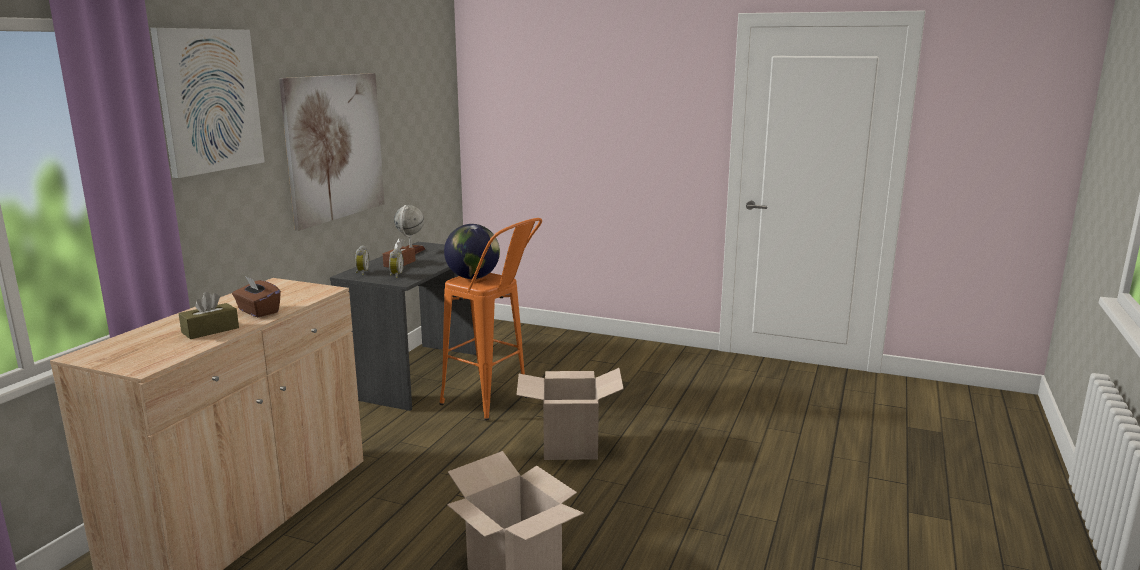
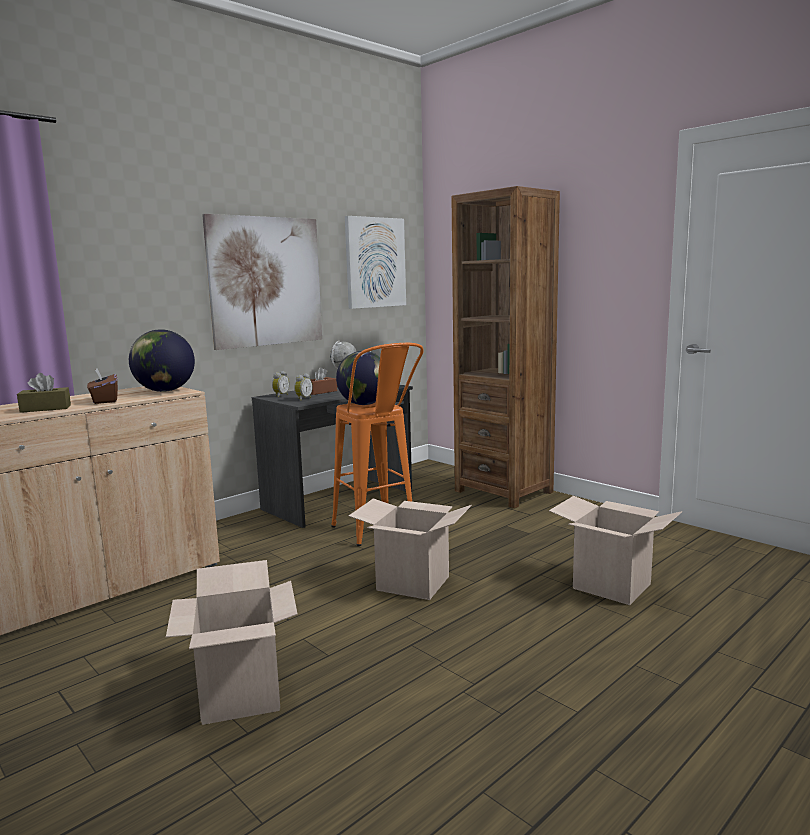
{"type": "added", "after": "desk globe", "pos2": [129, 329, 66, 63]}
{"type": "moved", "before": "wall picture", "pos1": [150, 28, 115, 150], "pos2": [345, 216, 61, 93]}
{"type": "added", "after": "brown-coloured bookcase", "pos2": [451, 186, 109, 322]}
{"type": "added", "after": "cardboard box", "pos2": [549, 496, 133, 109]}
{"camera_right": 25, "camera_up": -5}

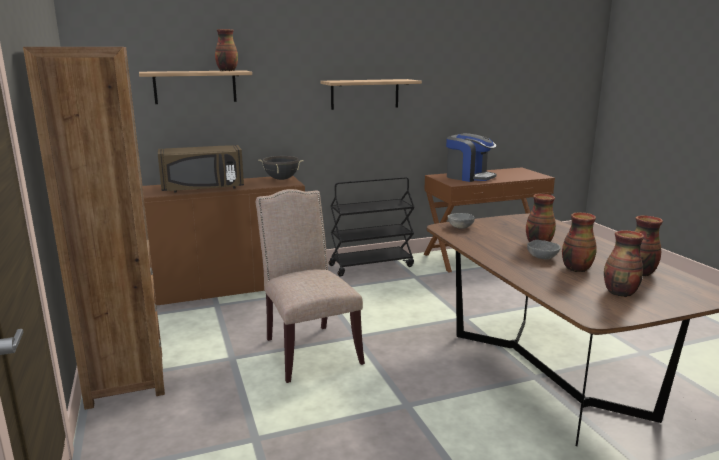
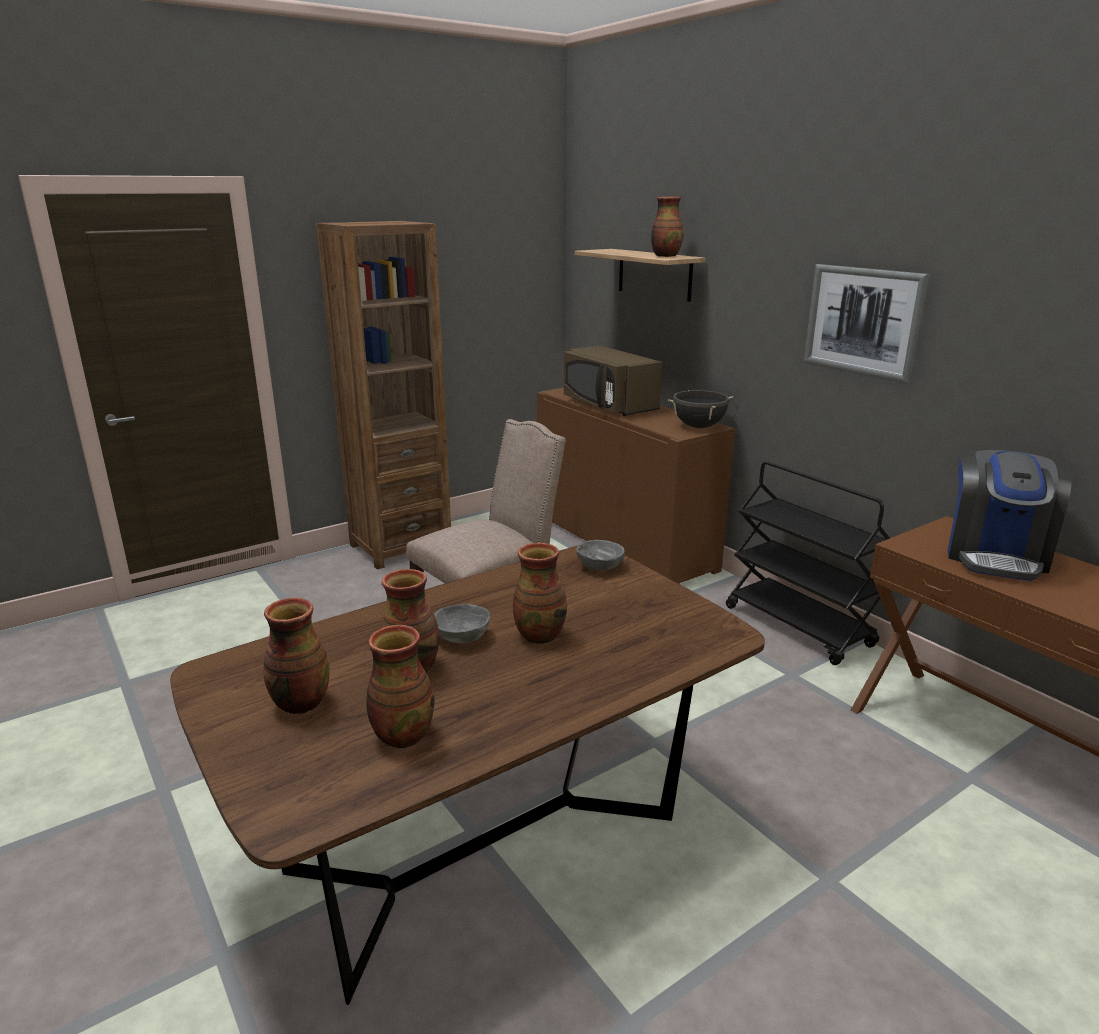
{"type": "replaced", "before": "shelf", "after": "wall picture", "pos1": [320, 79, 102, 31], "pos2": [804, 264, 126, 120]}
{"camera_right": 75, "camera_up": 5}

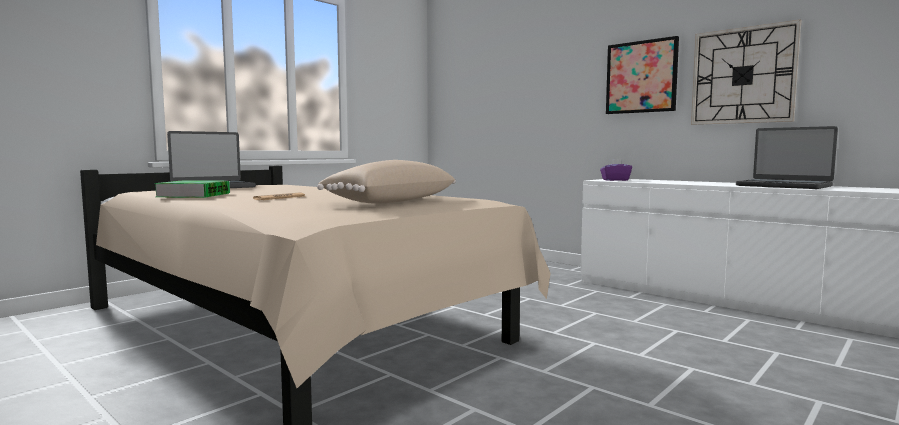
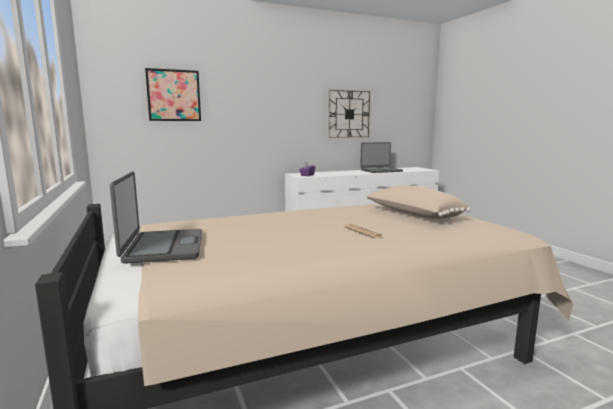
{"type": "moved", "before": "wall picture", "pos1": [606, 36, 73, 78], "pos2": [145, 68, 56, 53]}
{"type": "removed", "before": "book", "pos1": [154, 180, 76, 18]}
{"camera_right": -65, "camera_up": 5}

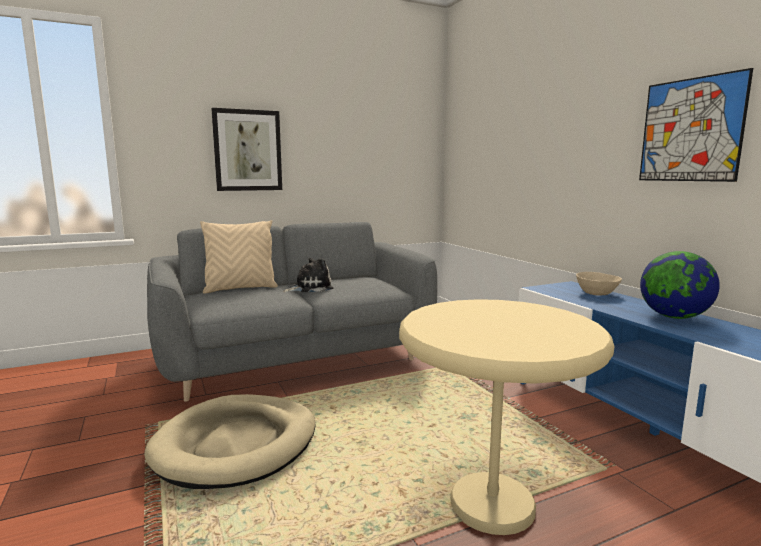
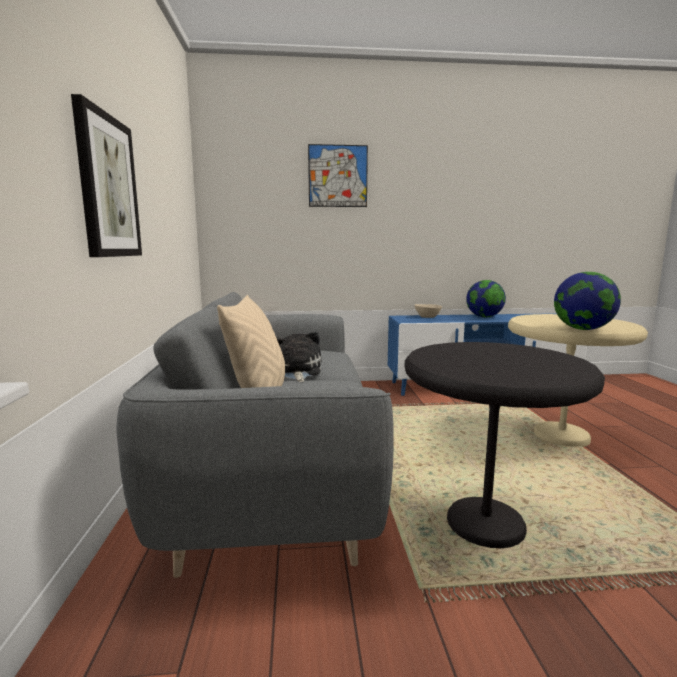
{"type": "moved", "before": "wall picture", "pos1": [639, 68, 114, 114], "pos2": [308, 144, 60, 63]}
{"type": "replaced", "before": "beige-coloured pet bed", "after": "blackish side table", "pos1": [144, 394, 171, 95], "pos2": [405, 342, 200, 206]}
{"type": "added", "after": "desk globe", "pos2": [554, 272, 67, 58]}
{"camera_right": -70, "camera_up": 0}

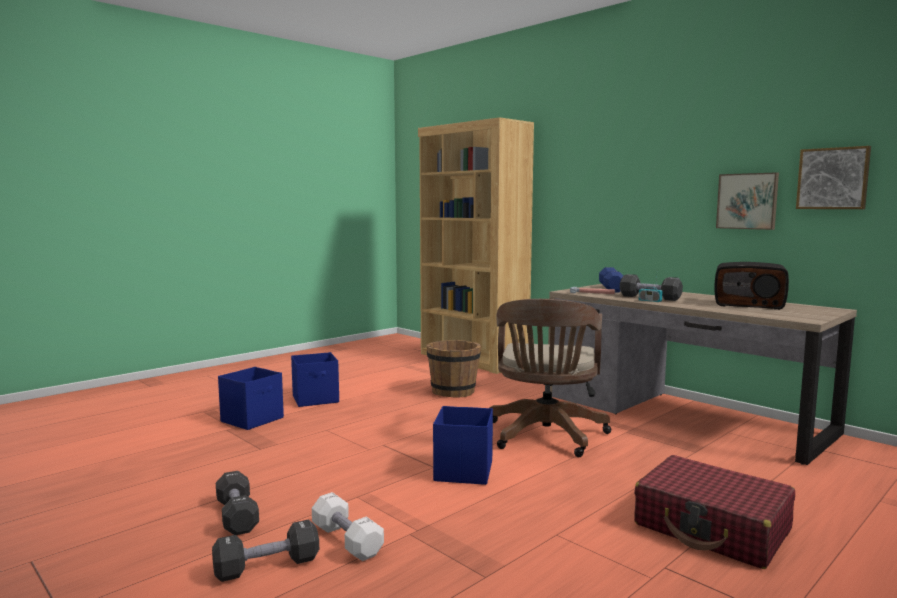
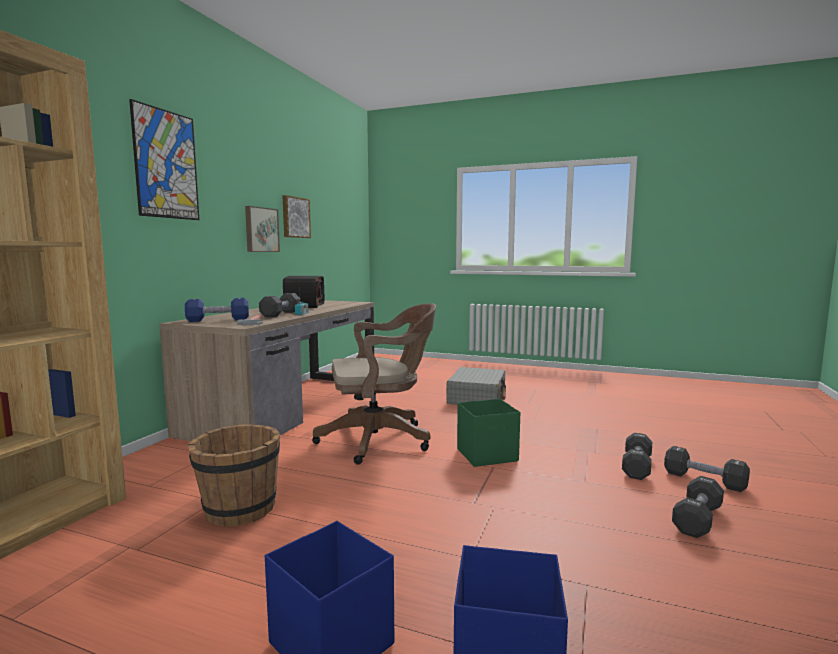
{"type": "added", "after": "wall picture", "pos2": [129, 99, 71, 121]}
{"type": "recoloured", "before": "red travel case", "after": "greyish travel case", "pos1": [634, 455, 161, 114], "pos2": [446, 367, 60, 38]}
{"type": "recoloured", "before": "blue-coloured storage container", "after": "green-coloured storage container", "pos1": [433, 406, 60, 79], "pos2": [457, 399, 63, 68]}
{"type": "recoloured", "before": "white-coloured free weight", "after": "blackish free weight", "pos1": [312, 492, 72, 69], "pos2": [622, 433, 30, 47]}
{"camera_right": -115, "camera_up": 0}

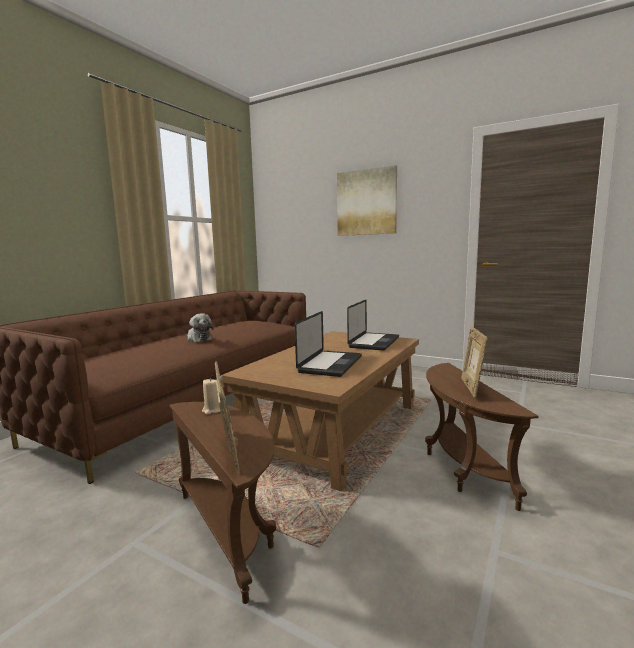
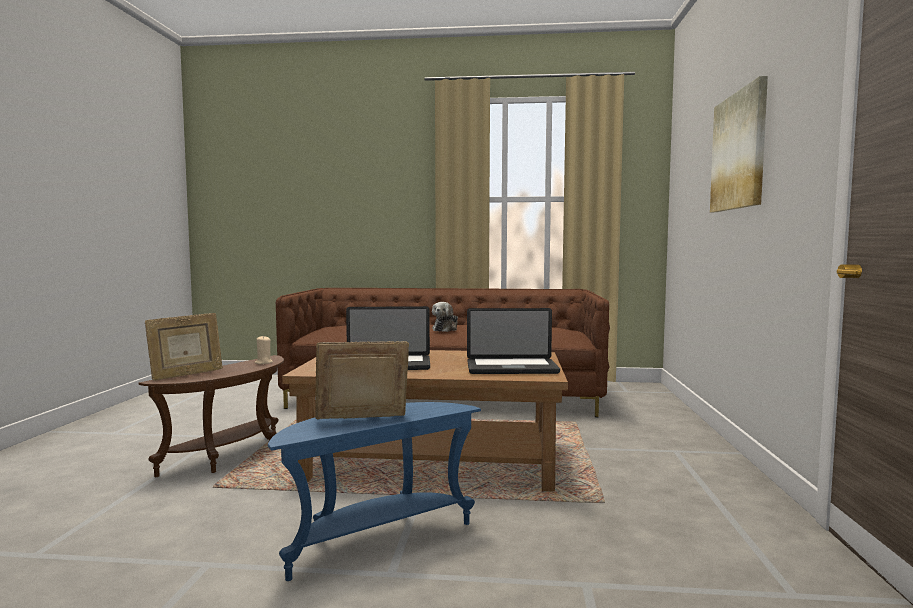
{"type": "recoloured", "before": "brown-coloured side table", "after": "blue-coloured side table", "pos1": [425, 363, 114, 148], "pos2": [268, 402, 213, 179]}
{"camera_right": 65, "camera_up": -5}

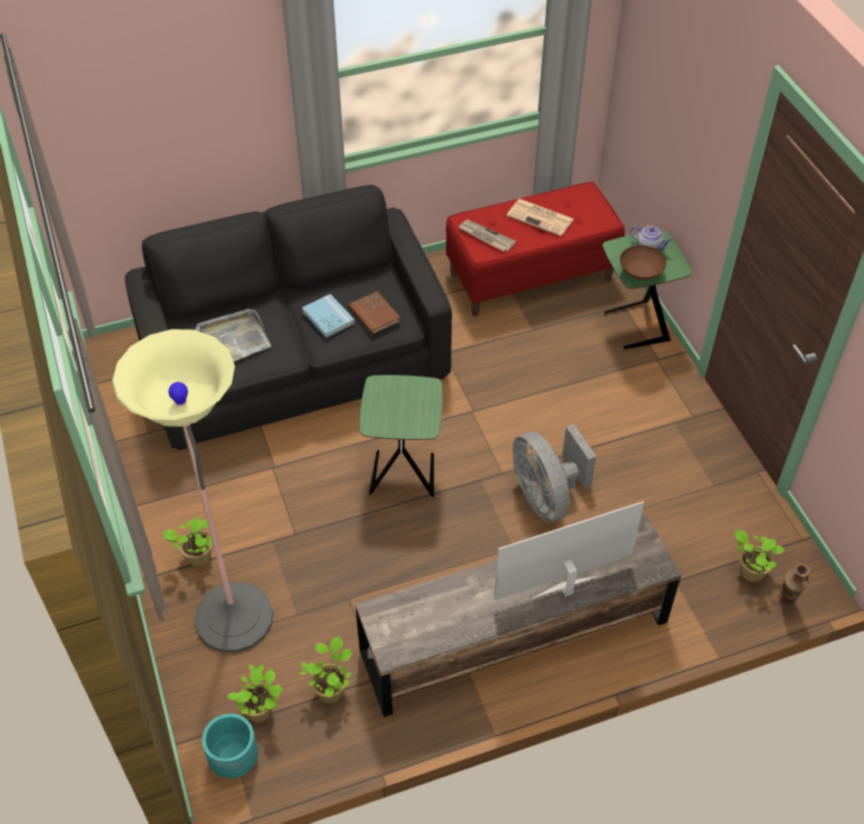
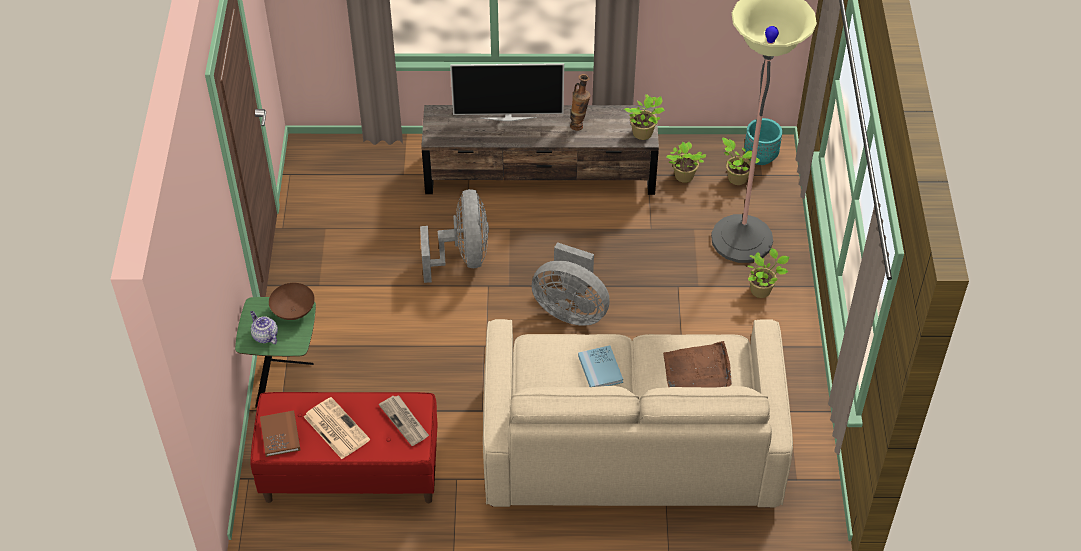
{"type": "moved", "before": "brown-coloured book", "pos1": [349, 291, 52, 44], "pos2": [260, 410, 41, 47]}
{"type": "recoloured", "before": "blackish settee", "after": "beige-coloured settee", "pos1": [125, 185, 327, 265], "pos2": [483, 319, 310, 189]}
{"type": "replaced", "before": "green-coloured side table", "after": "greyish cooling fan", "pos1": [360, 375, 83, 123], "pos2": [531, 242, 79, 84]}
{"type": "moved", "before": "vase", "pos1": [778, 563, 32, 44], "pos2": [570, 74, 21, 57]}
{"type": "moved", "before": "potted plant", "pos1": [734, 530, 50, 52], "pos2": [624, 94, 41, 46]}
{"type": "recoloured", "before": "greyish tray", "after": "brown-coloured tray", "pos1": [195, 309, 76, 53], "pos2": [663, 341, 69, 47]}
{"camera_right": -160, "camera_up": 0}

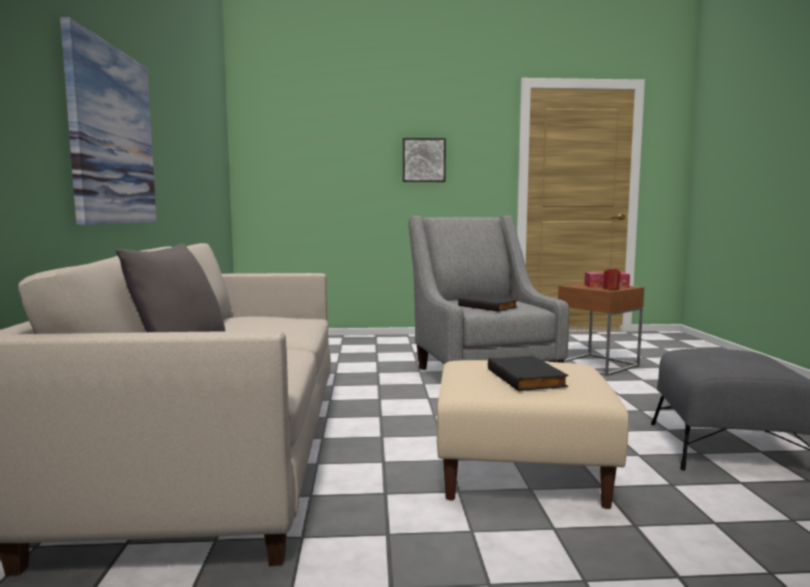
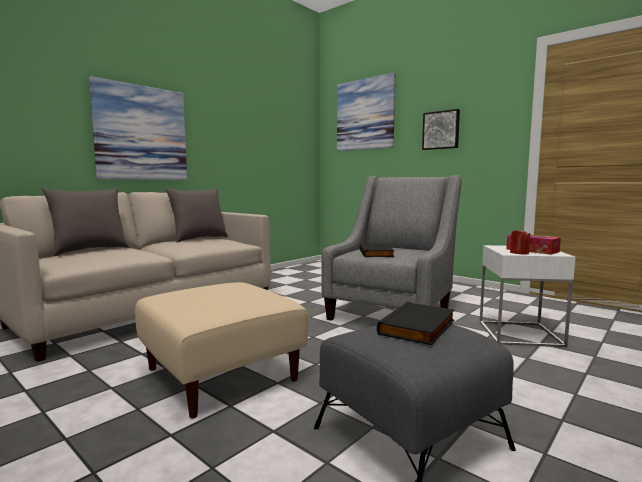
{"type": "added", "after": "greyish throw pillow", "pos2": [165, 189, 63, 53]}
{"type": "added", "after": "wall picture", "pos2": [337, 73, 58, 78]}
{"type": "moved", "before": "blackish book", "pos1": [488, 356, 80, 35], "pos2": [377, 302, 78, 43]}
{"type": "recoloured", "before": "brown-coloured side table", "after": "white-coloured side table", "pos1": [558, 283, 86, 93], "pos2": [480, 245, 96, 102]}
{"camera_right": 45, "camera_up": 0}

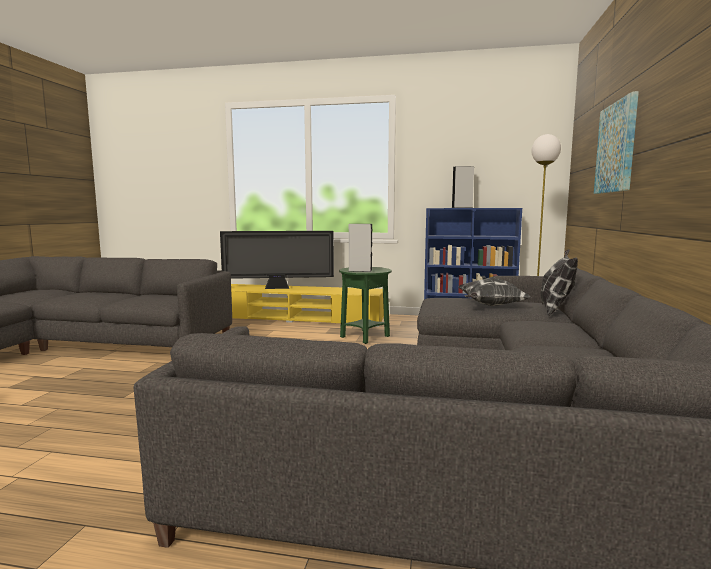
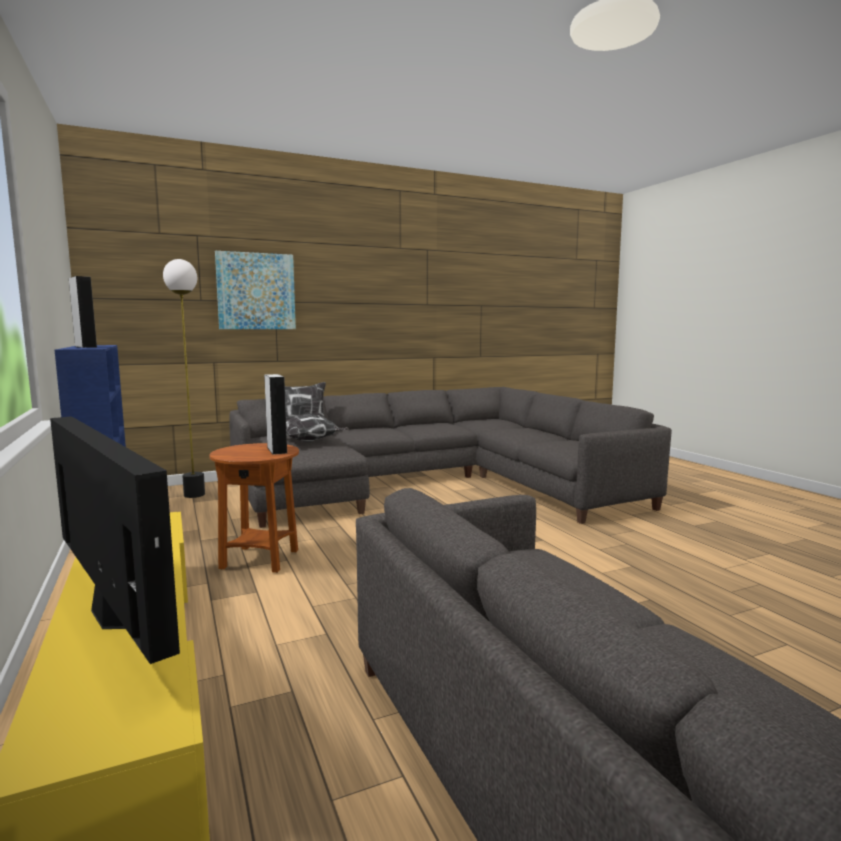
{"type": "recoloured", "before": "green-coloured side table", "after": "brown-coloured side table", "pos1": [339, 267, 53, 77], "pos2": [209, 443, 90, 130]}
{"camera_right": -125, "camera_up": 0}

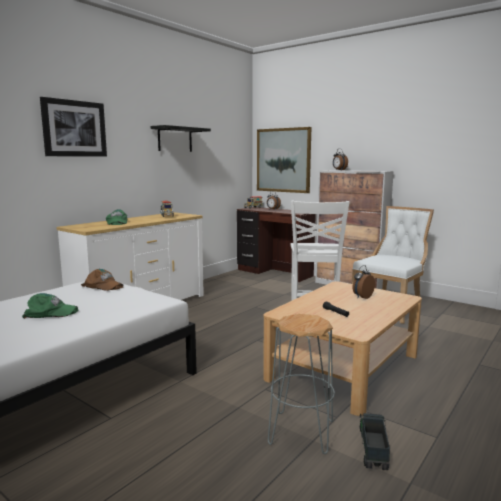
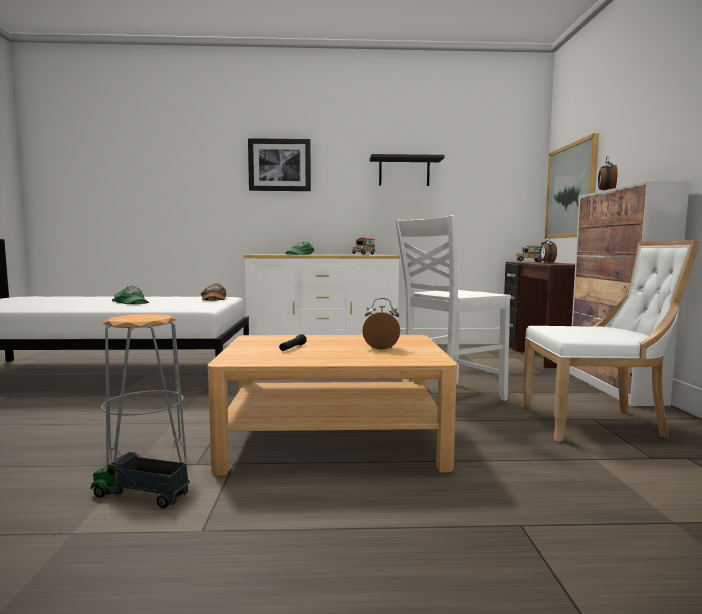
{"type": "turned", "before": "toy truck", "pos1": [360, 413, 30, 57], "pos2": [91, 452, 99, 56], "turn": -135}
{"camera_right": 50, "camera_up": -5}

